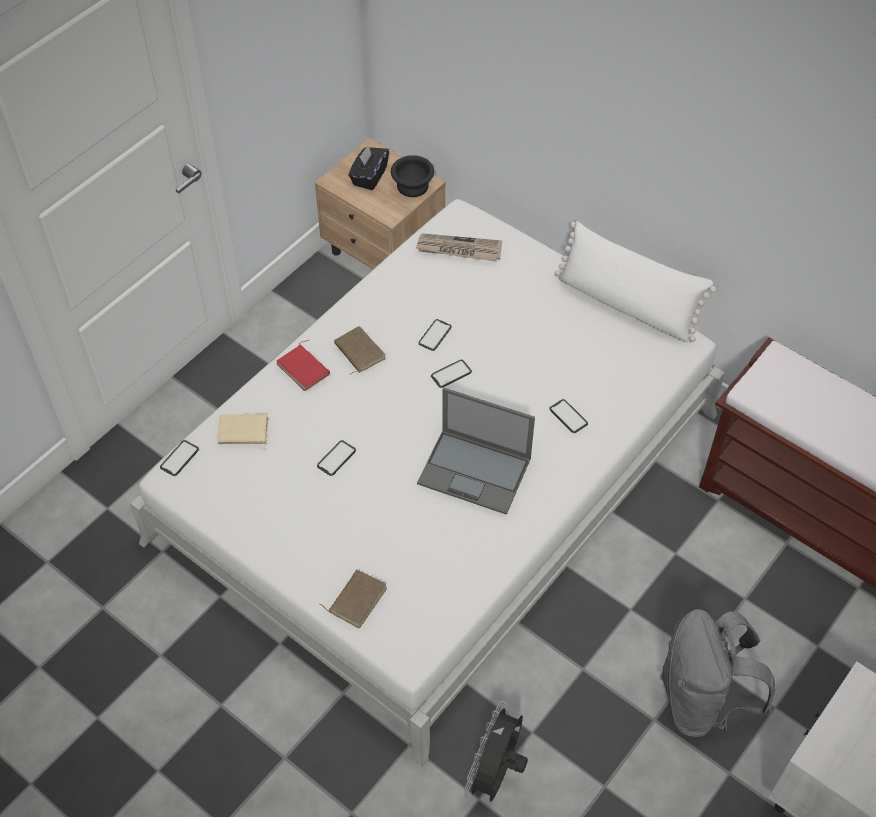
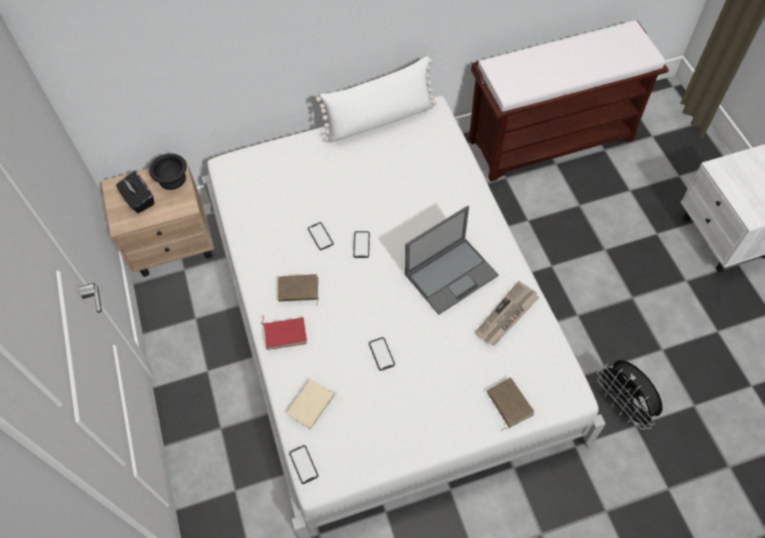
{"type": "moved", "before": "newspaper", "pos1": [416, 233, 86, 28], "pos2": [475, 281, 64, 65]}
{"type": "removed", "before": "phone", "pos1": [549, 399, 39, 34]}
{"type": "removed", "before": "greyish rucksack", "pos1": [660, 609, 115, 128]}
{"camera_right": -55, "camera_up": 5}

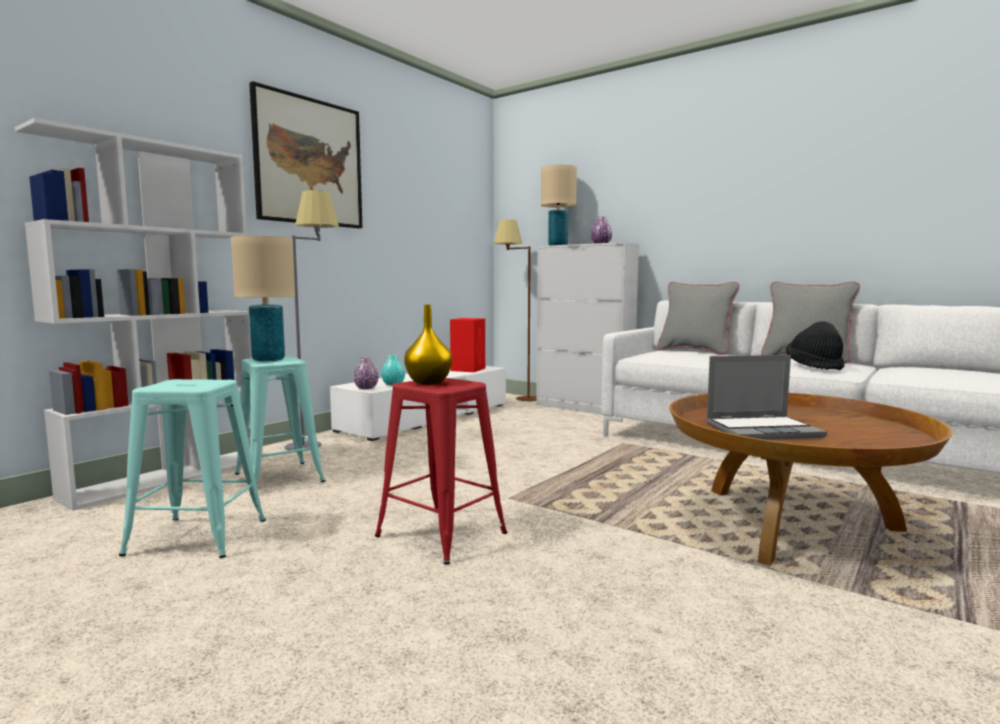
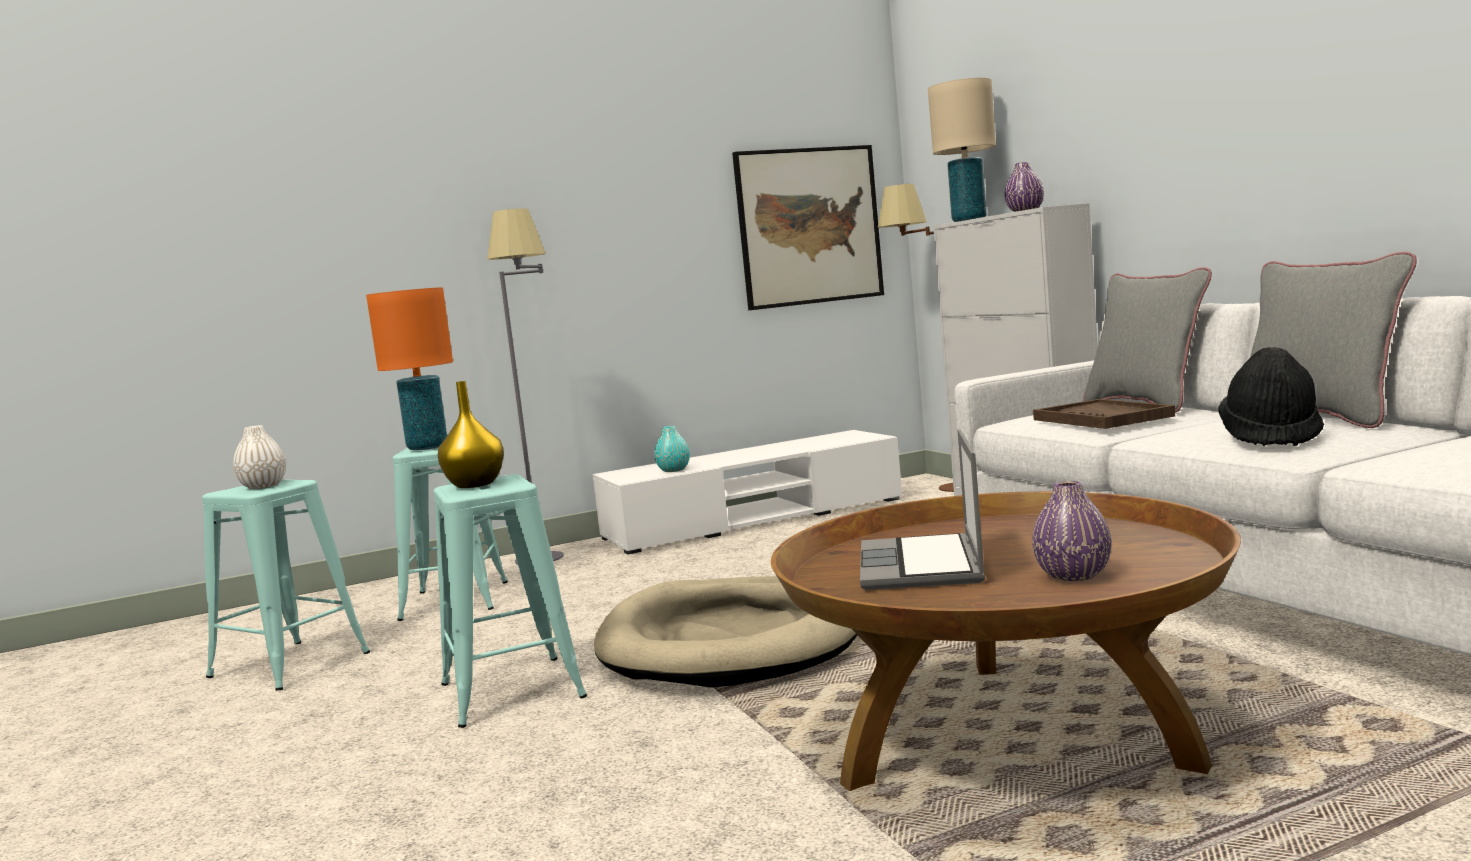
{"type": "added", "after": "white-coloured vase", "pos2": [233, 425, 53, 64]}
{"type": "recoloured", "before": "beige-coloured tabletop lamp", "after": "orange tabletop lamp", "pos1": [231, 235, 64, 126], "pos2": [366, 287, 87, 163]}
{"type": "recoloured", "before": "red stool seat", "after": "turquoise-coloured stool seat", "pos1": [375, 378, 132, 186], "pos2": [433, 475, 154, 253]}
{"type": "added", "after": "beige-coloured pet bed", "pos2": [594, 576, 263, 111]}
{"type": "moved", "before": "wall picture", "pos1": [249, 81, 113, 147], "pos2": [732, 145, 152, 165]}
{"type": "turned", "before": "laptop", "pos1": [706, 355, 121, 85], "pos2": [860, 429, 125, 161], "turn": 75}
{"type": "moved", "before": "purple vase", "pos1": [353, 357, 26, 32], "pos2": [1032, 481, 80, 100]}
{"type": "added", "after": "brown-coloured tray", "pos2": [1033, 399, 142, 30]}
{"type": "removed", "before": "white-coloured bookcase", "pos1": [15, 118, 237, 393]}
{"type": "removed", "before": "red audio speaker", "pos1": [450, 318, 35, 54]}
{"camera_right": 30, "camera_up": 0}

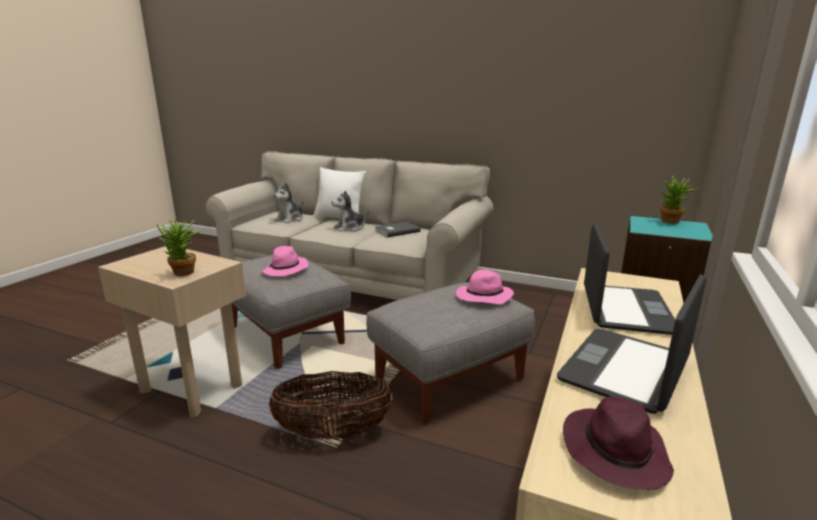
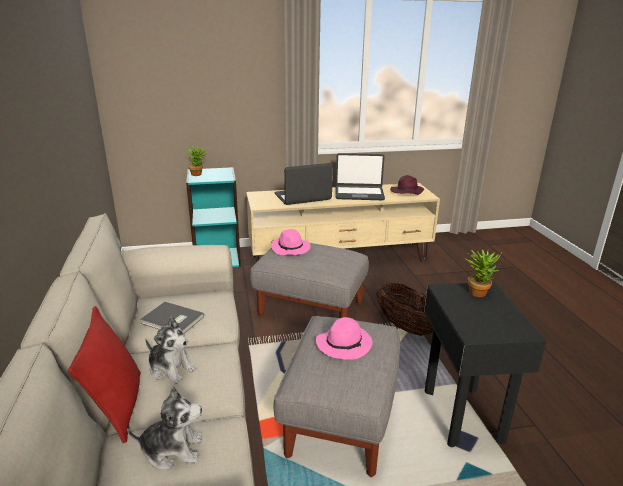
{"type": "recoloured", "before": "white-coloured throw pillow", "after": "red throw pillow", "pos1": [313, 167, 53, 52], "pos2": [68, 306, 73, 137]}
{"type": "recoloured", "before": "beige-coloured side table", "after": "blackish side table", "pos1": [98, 246, 148, 171], "pos2": [424, 282, 122, 165]}
{"camera_right": -125, "camera_up": 5}

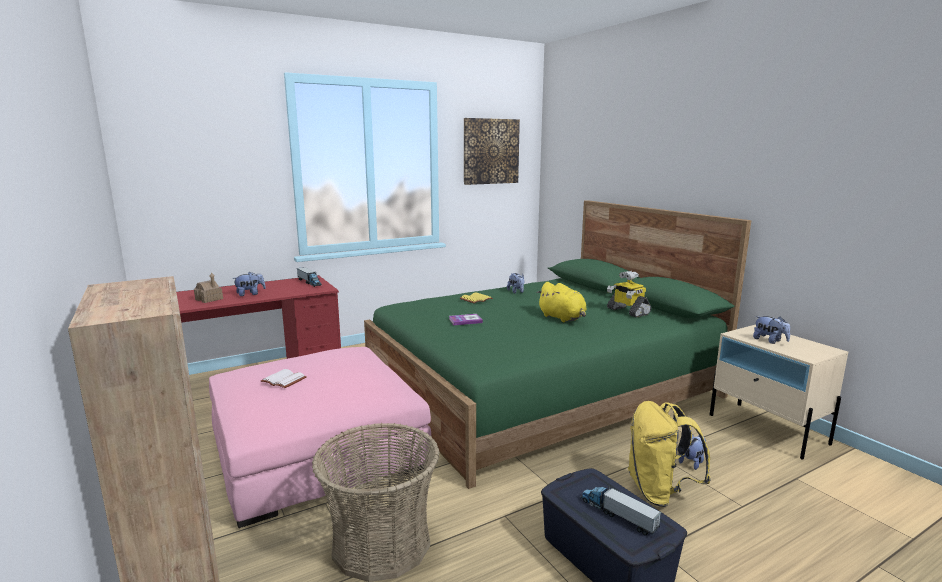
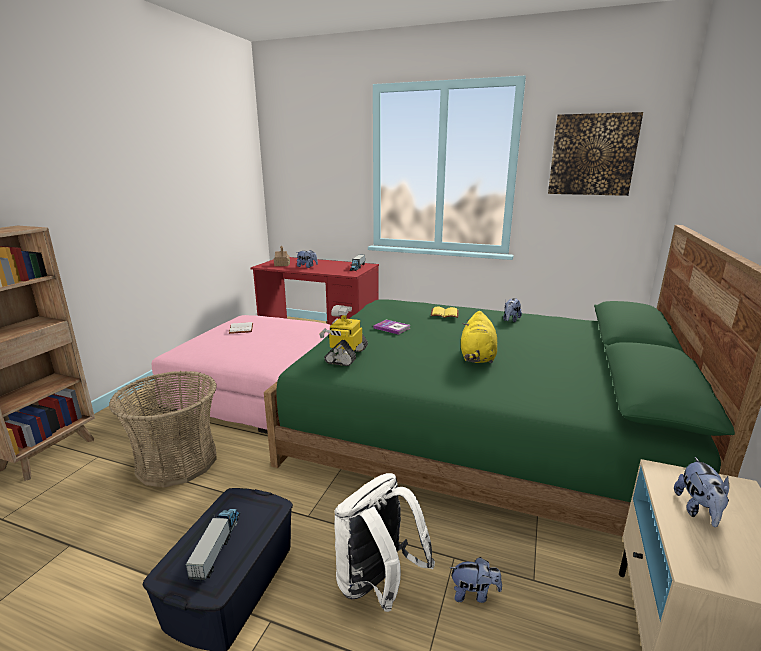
{"type": "moved", "before": "model robot", "pos1": [607, 271, 44, 46], "pos2": [319, 305, 49, 61]}
{"type": "recoloured", "before": "yellow-coloured rucksack", "after": "white-coloured rucksack", "pos1": [628, 401, 83, 106], "pos2": [334, 473, 101, 139]}
{"camera_right": 50, "camera_up": 5}

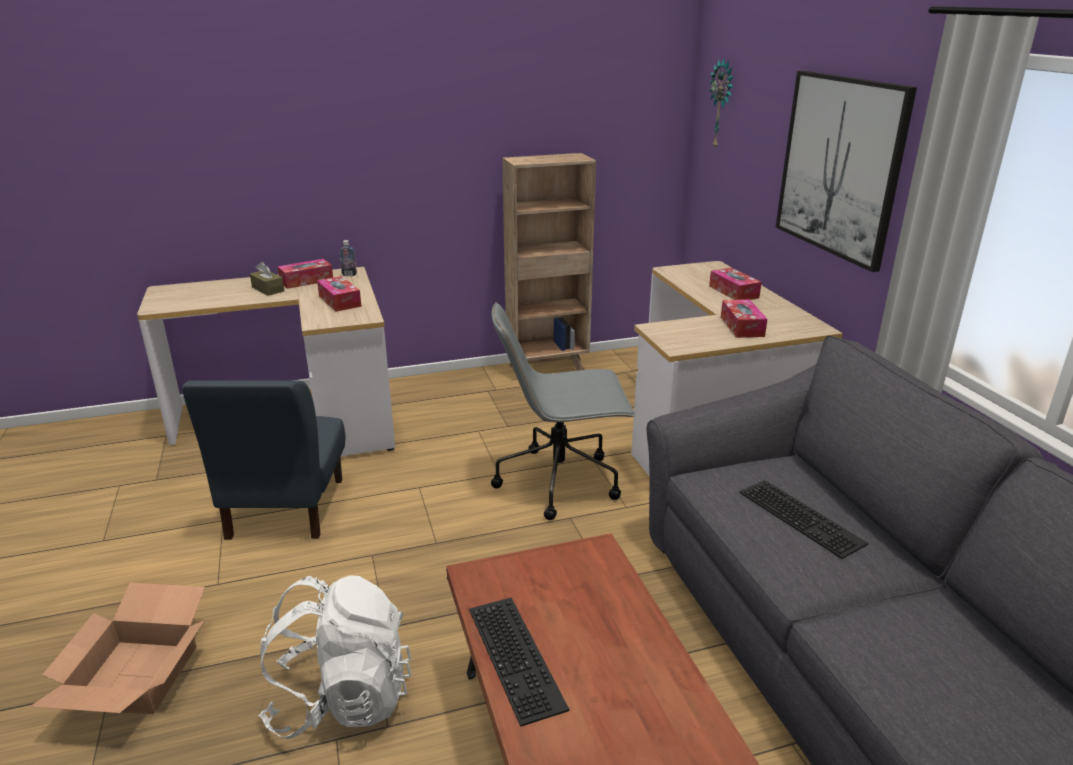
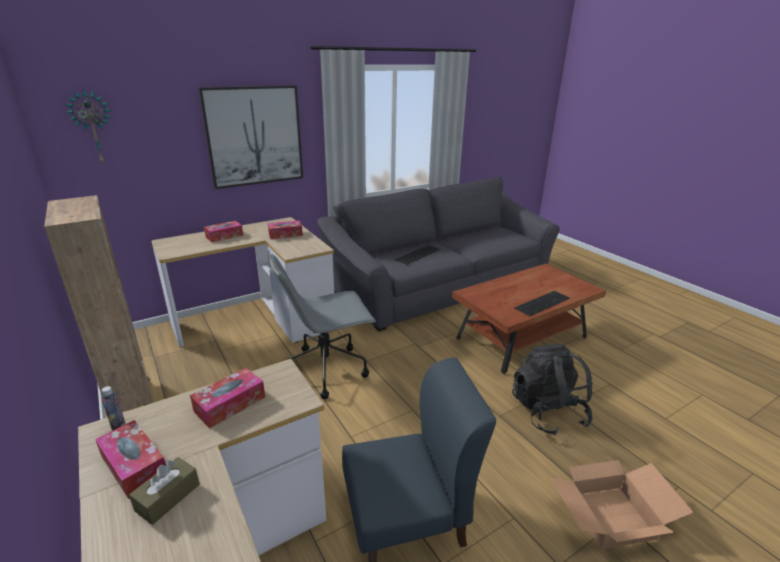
{"type": "turned", "before": "greyish computer chair", "pos1": [491, 302, 145, 218], "pos2": [270, 254, 106, 145], "turn": 90}
{"type": "recoloured", "before": "white-coloured rucksack", "after": "blackish rucksack", "pos1": [258, 575, 154, 164], "pos2": [512, 343, 81, 92]}
{"camera_right": -105, "camera_up": 0}

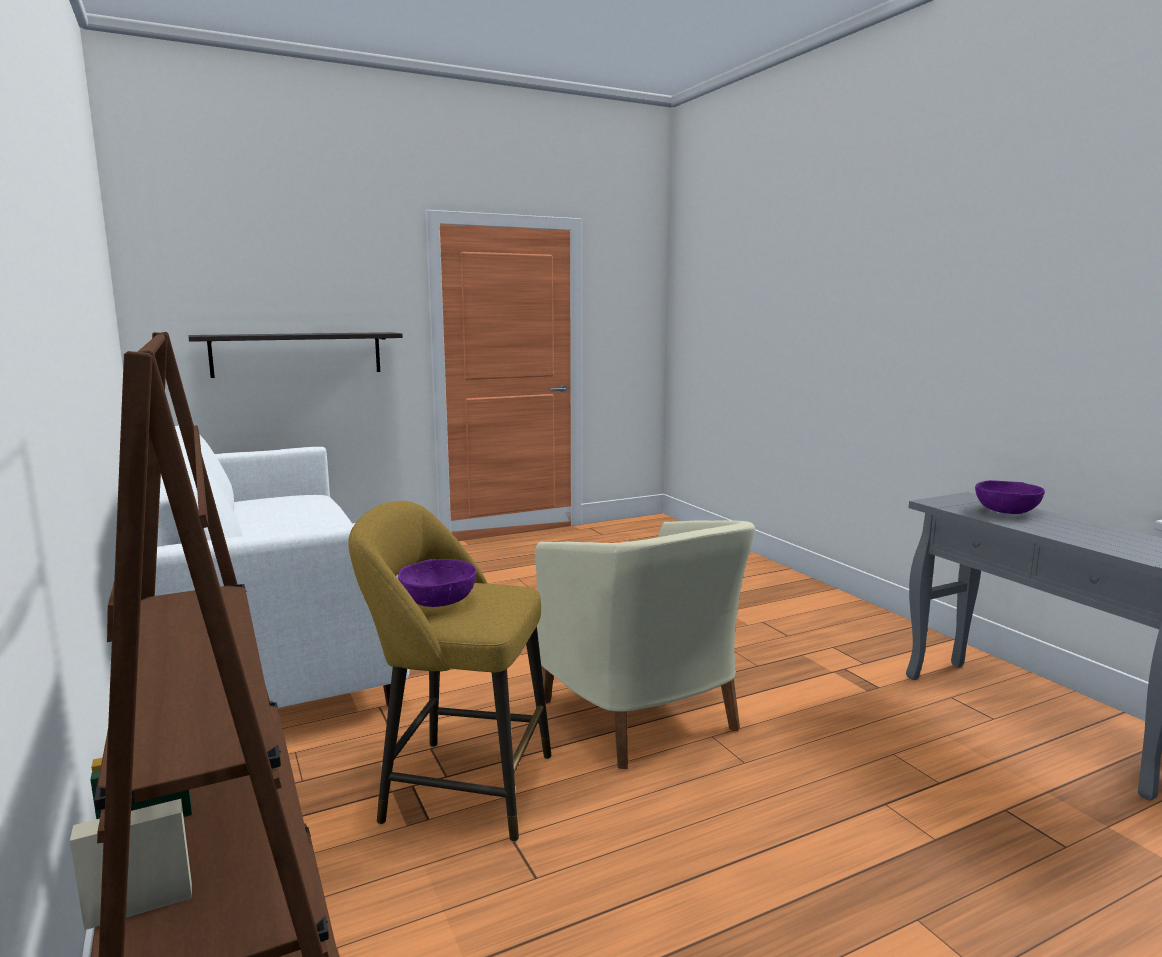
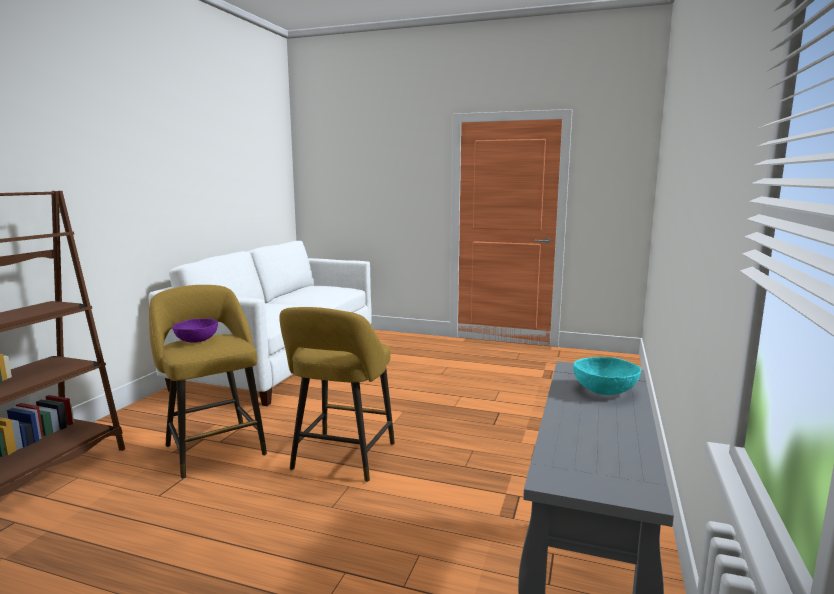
{"type": "replaced", "before": "beige-coloured easy chair", "after": "yellow-coloured stool seat", "pos1": [535, 520, 220, 249], "pos2": [279, 307, 116, 175]}
{"type": "recoloured", "before": "purple deep dish", "after": "turquoise-coloured deep dish", "pos1": [975, 480, 70, 34], "pos2": [573, 357, 68, 38]}
{"type": "removed", "before": "shelf", "pos1": [188, 332, 215, 46]}
{"camera_right": 45, "camera_up": 0}

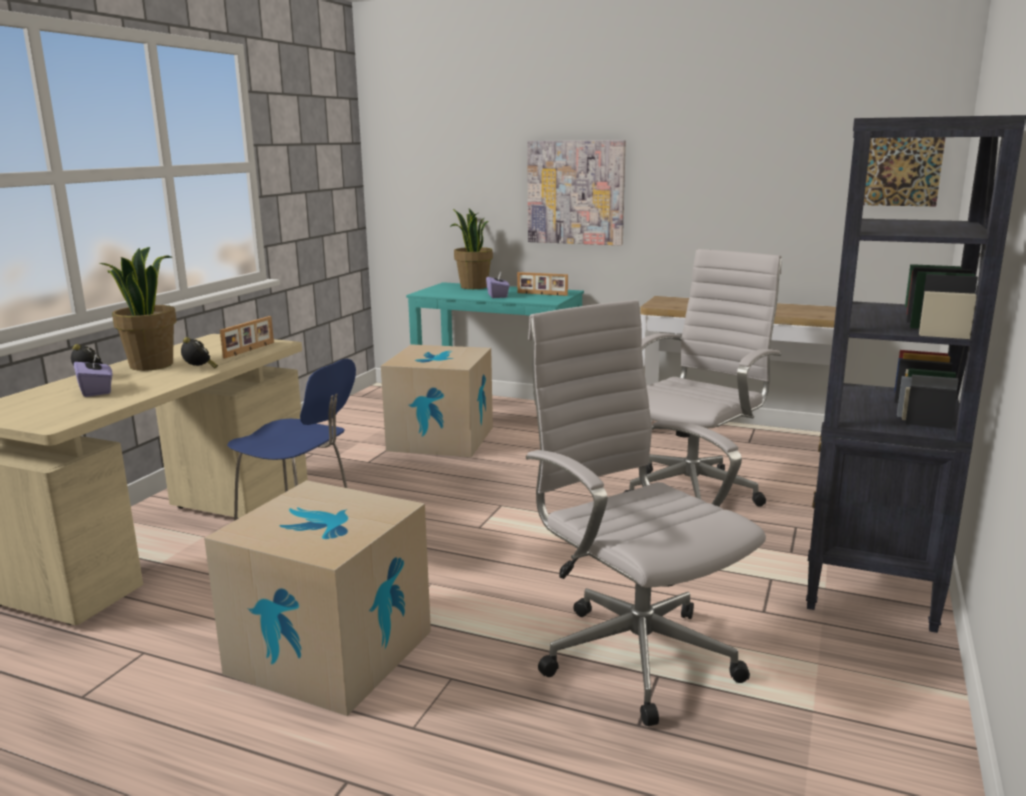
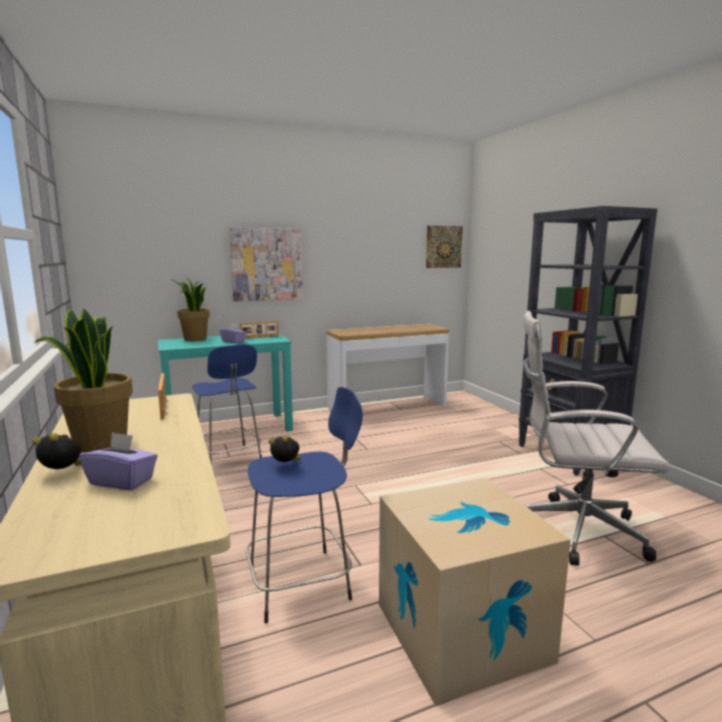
{"type": "replaced", "before": "cardboard box", "after": "blue-coloured stool seat", "pos1": [381, 345, 112, 112], "pos2": [192, 344, 70, 121]}
{"type": "moved", "before": "bedside clock", "pos1": [181, 337, 37, 31], "pos2": [268, 436, 33, 26]}
{"type": "removed", "before": "white-coloured computer chair", "pos1": [623, 249, 159, 258]}
{"camera_right": -45, "camera_up": -5}

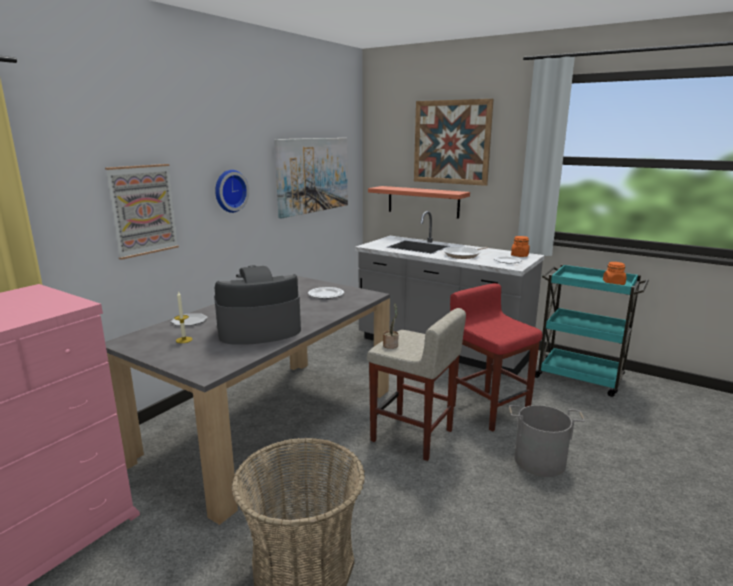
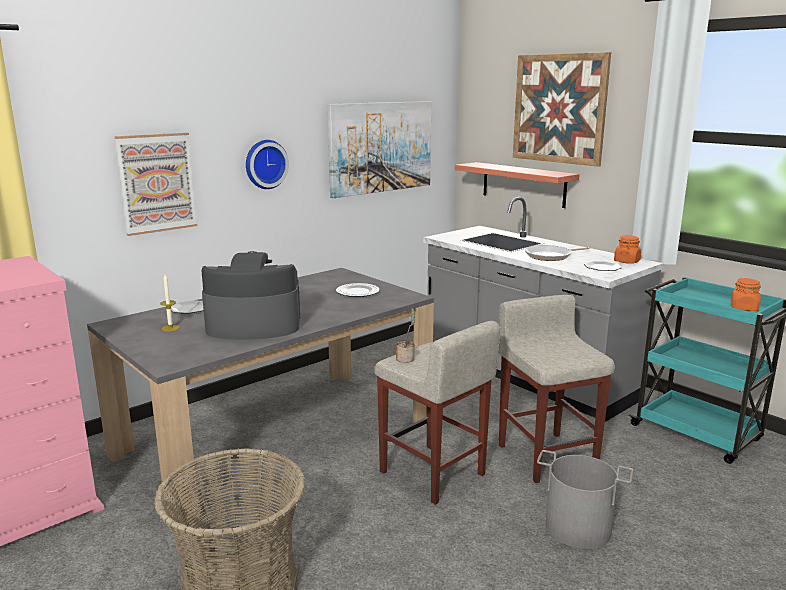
{"type": "recoloured", "before": "red stool seat", "after": "beige-coloured stool seat", "pos1": [450, 283, 93, 149], "pos2": [498, 295, 117, 188]}
{"camera_right": 15, "camera_up": 0}

